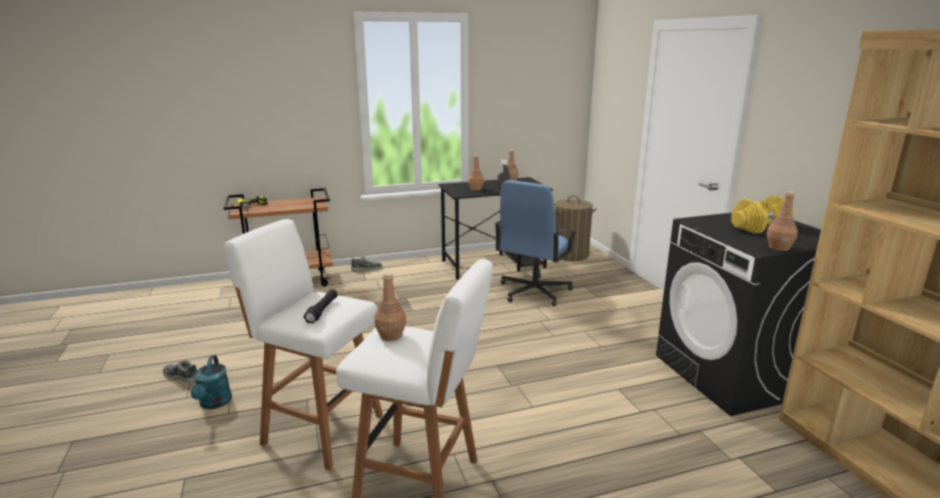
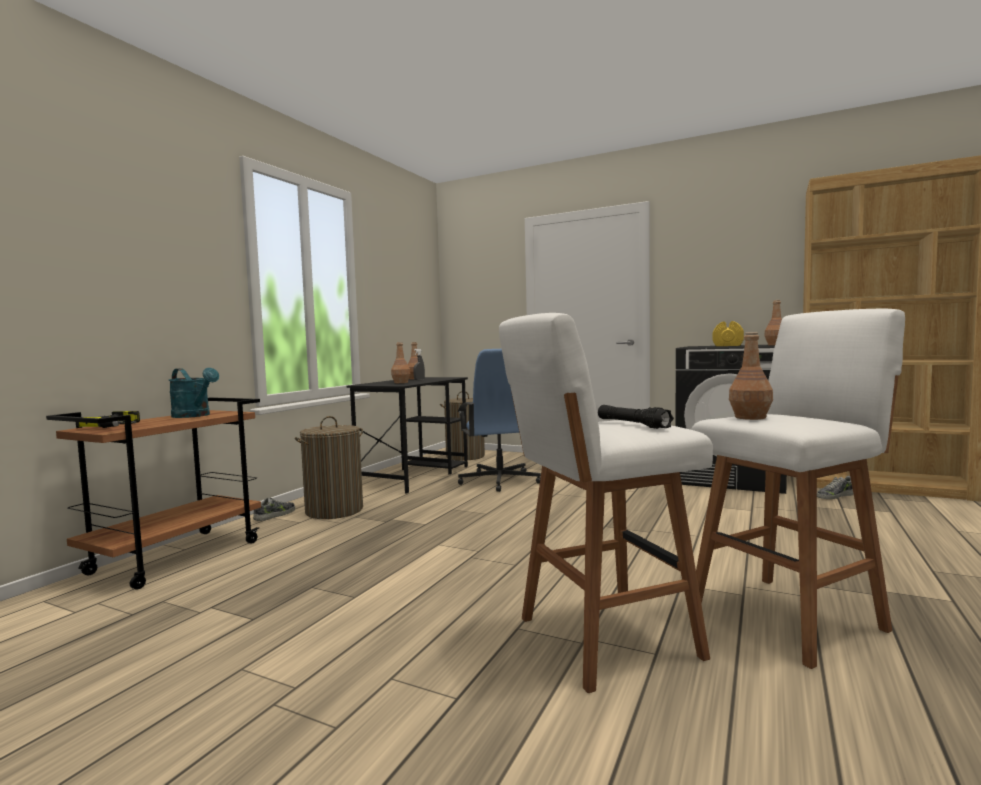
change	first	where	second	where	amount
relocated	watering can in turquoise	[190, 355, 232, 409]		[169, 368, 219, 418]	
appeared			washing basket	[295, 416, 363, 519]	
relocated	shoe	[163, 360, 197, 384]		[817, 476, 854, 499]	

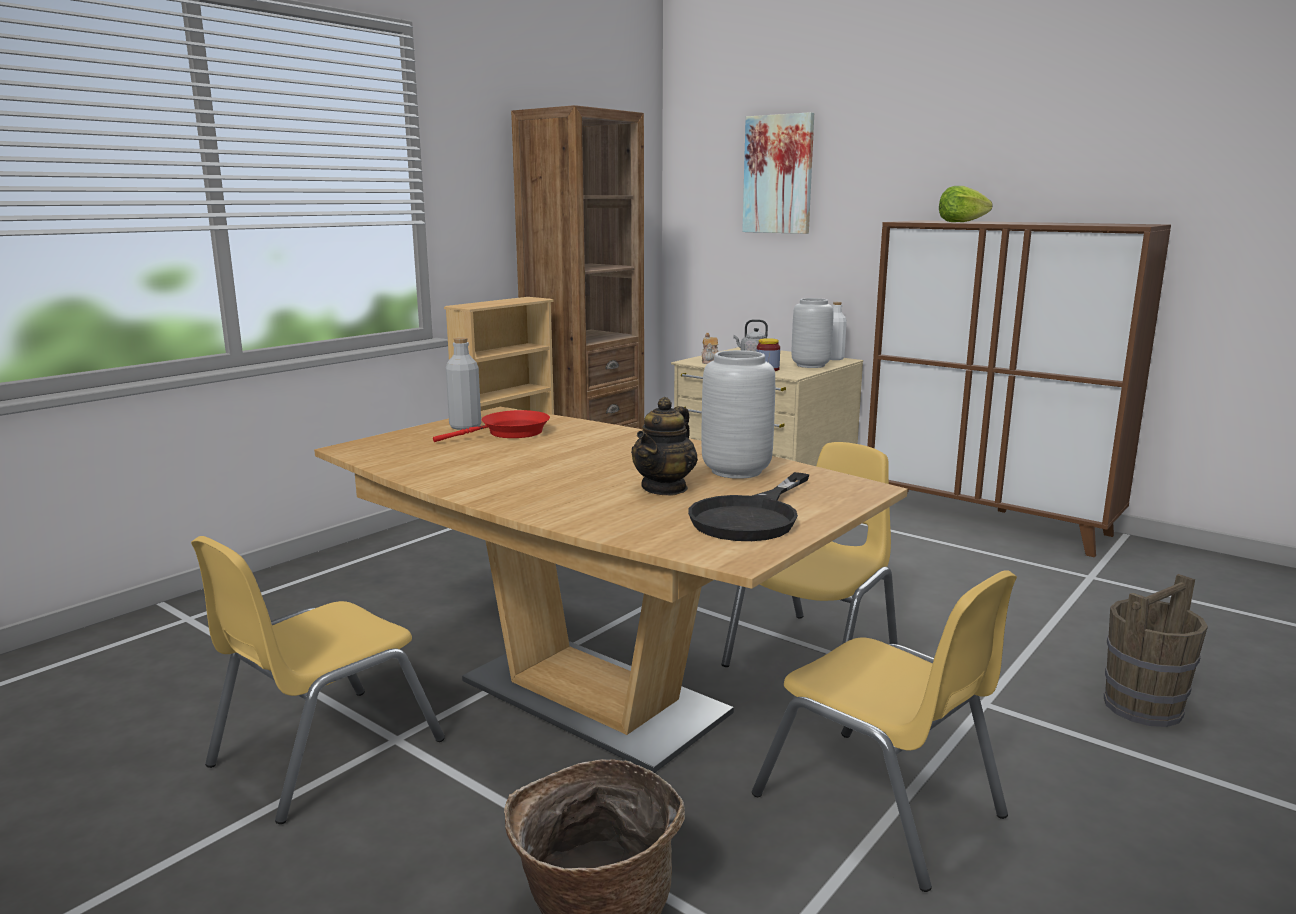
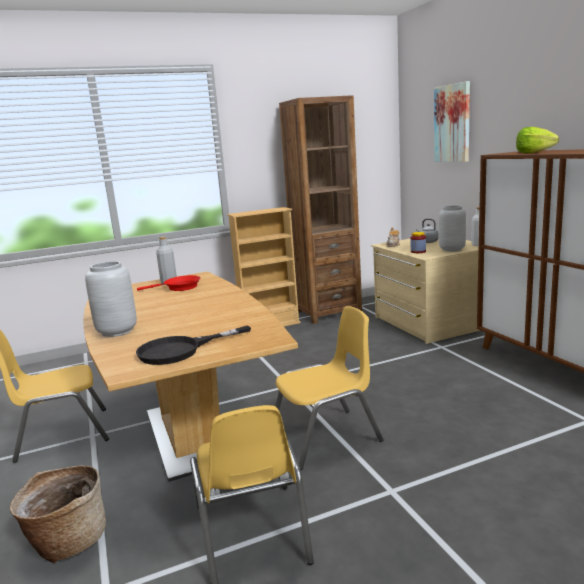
change	first	where	second	where	amount
relocated	vase in greyish	[702, 350, 775, 479]		[85, 261, 137, 337]	
missing	tea pot	[631, 397, 698, 496]			
missing	water bucket in brownish	[1104, 574, 1208, 727]			

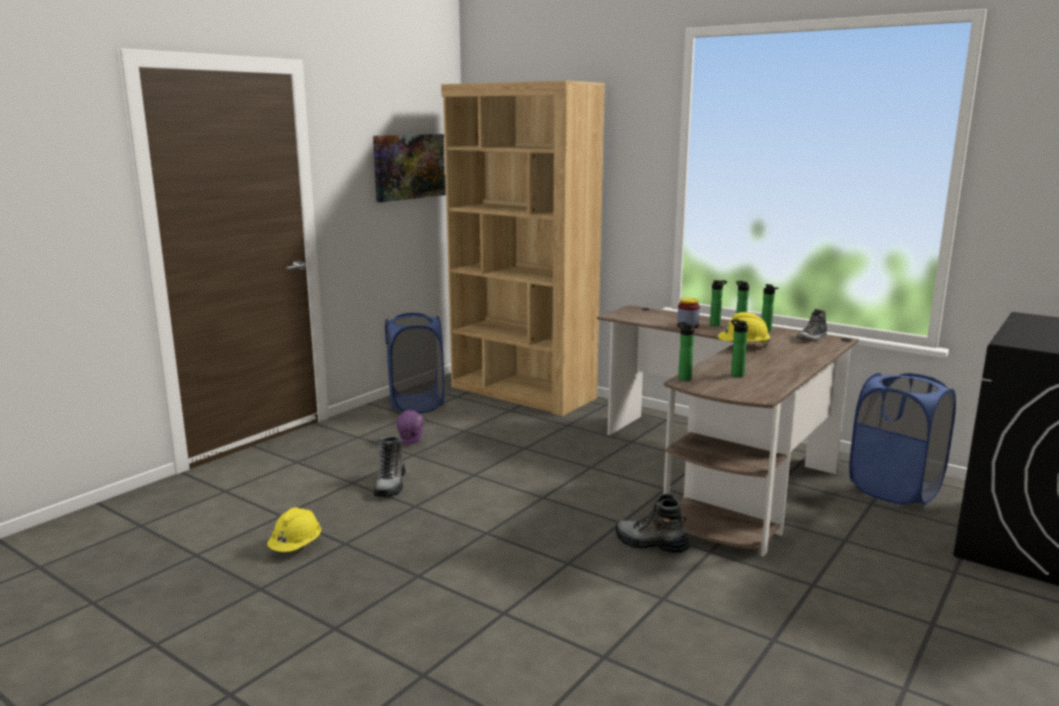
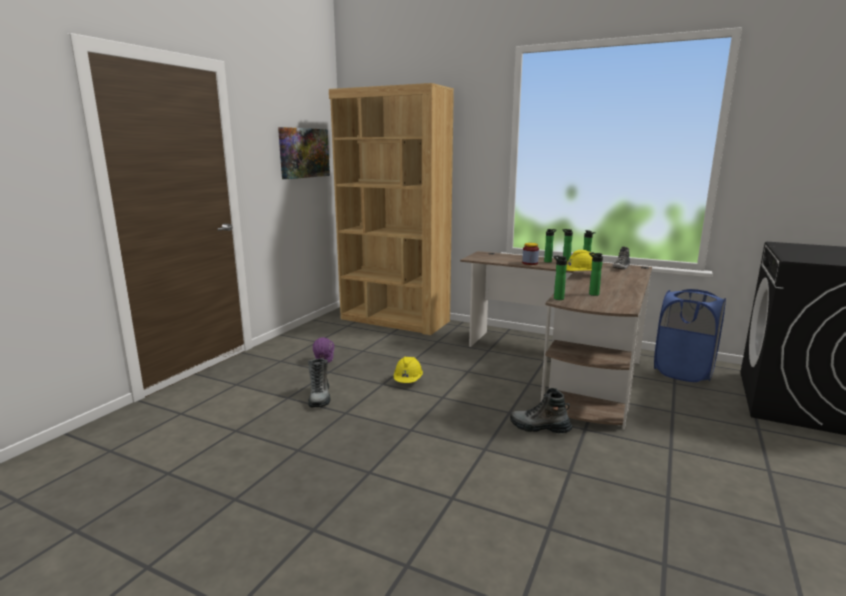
change	first	where	second	where	amount
relocated	hard hat in yellow	[267, 507, 321, 552]		[394, 356, 423, 383]	
missing	washing basket in bluish	[385, 313, 444, 413]			

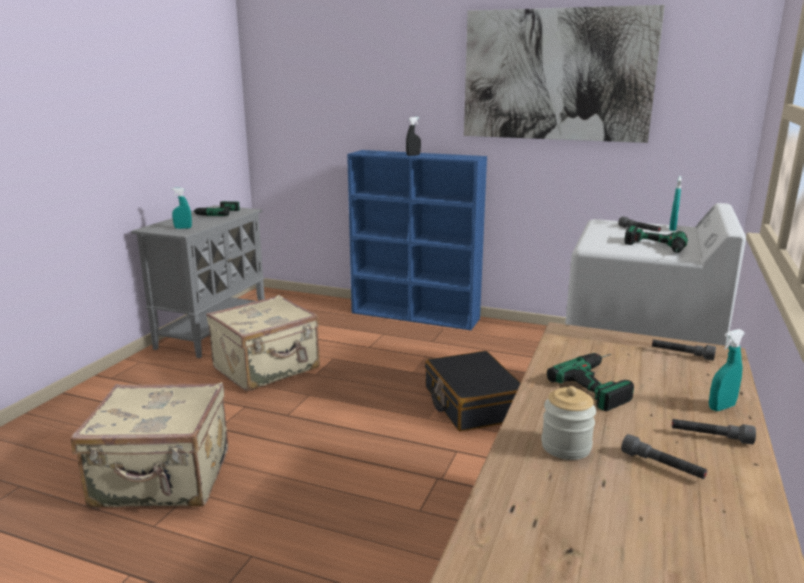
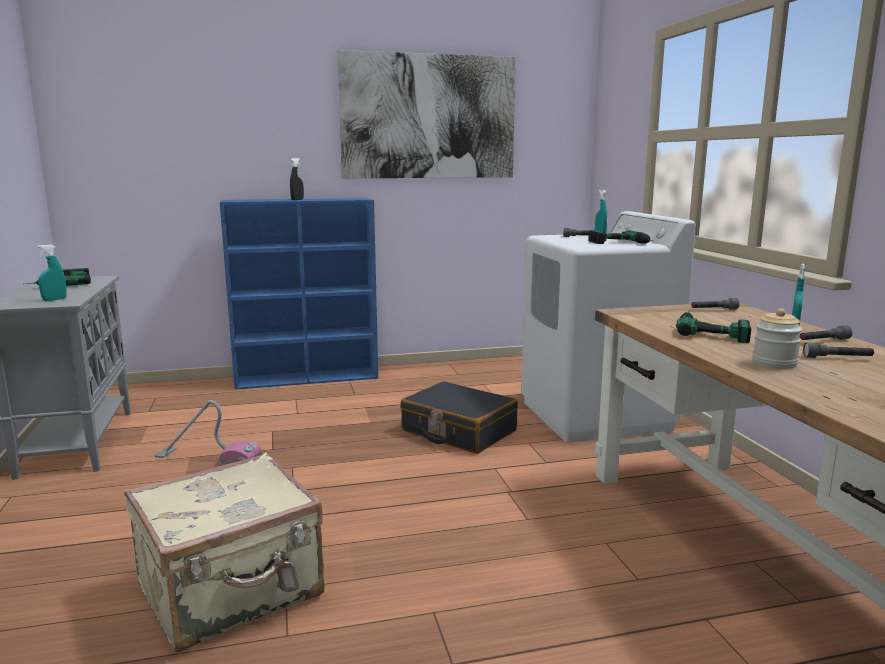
change	first	where	second	where	amount
exchanged	suitcase in beige	[206, 295, 320, 391]	vacuum cleaner	[154, 400, 262, 465]	

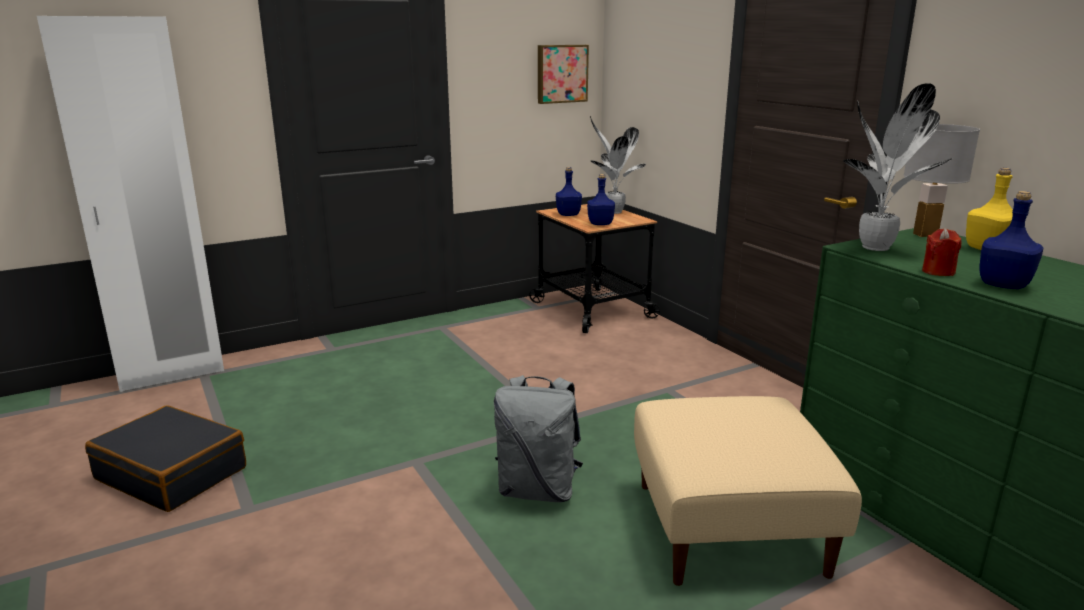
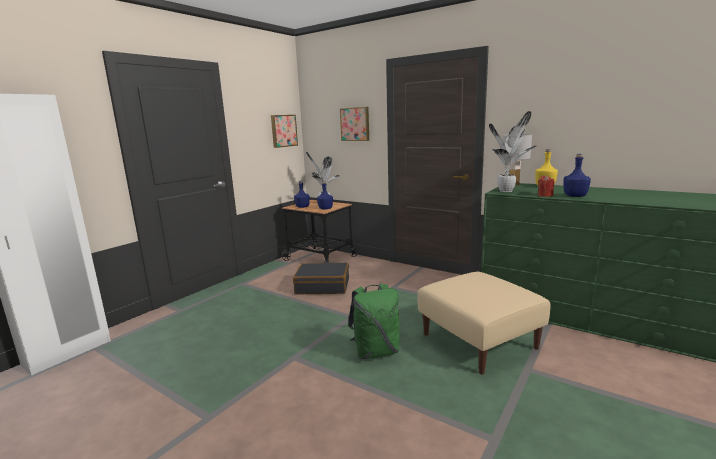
change	first	where	second	where	amount
relocated	suitcase in black	[85, 405, 246, 512]		[293, 262, 349, 294]	
appeared			wall picture	[340, 107, 369, 141]	
colour	knapsack in greyish	[494, 375, 583, 502]	knapsack in green-coloured	[348, 283, 400, 359]	

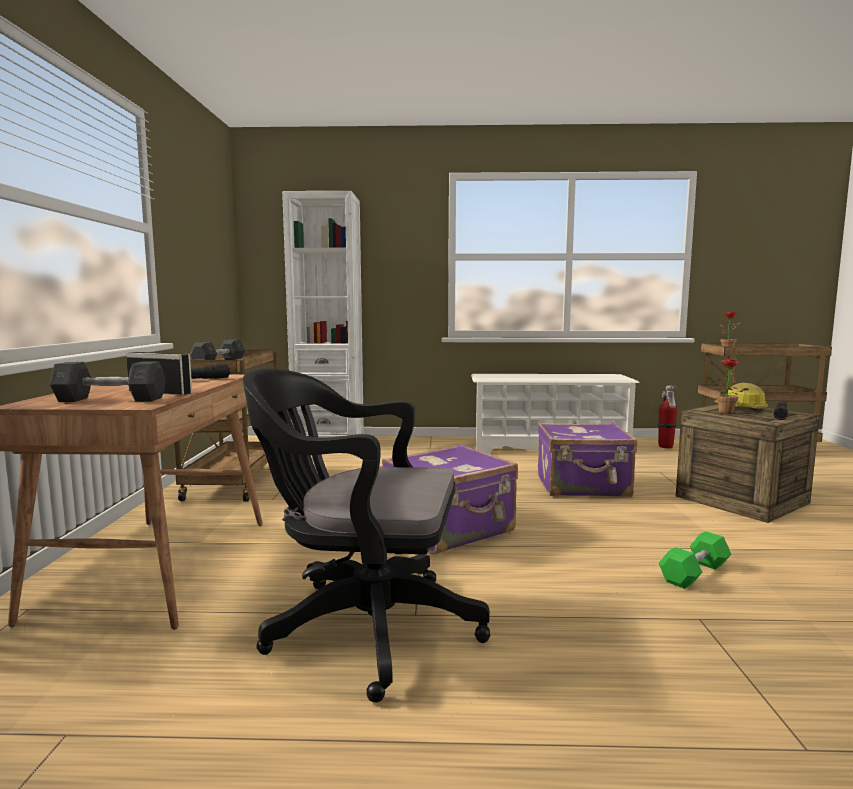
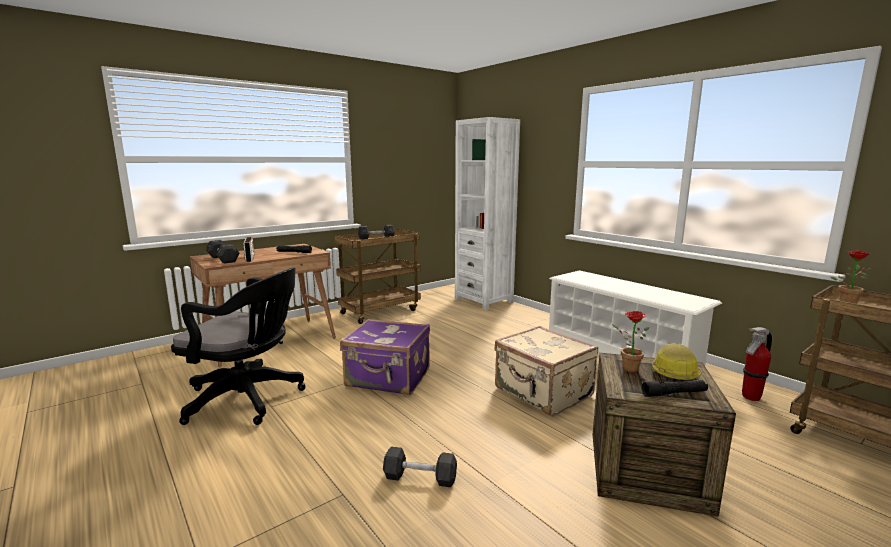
change	first	where	second	where	amount
spun	desk chair in black	[243, 369, 490, 703]		[171, 267, 306, 425]	135 degrees clockwise
colour	free weight in green-coloured	[659, 531, 731, 589]	free weight in greyish	[383, 447, 457, 487]	
colour	suitcase in purplish	[538, 422, 637, 497]	suitcase in beige	[494, 326, 598, 416]	

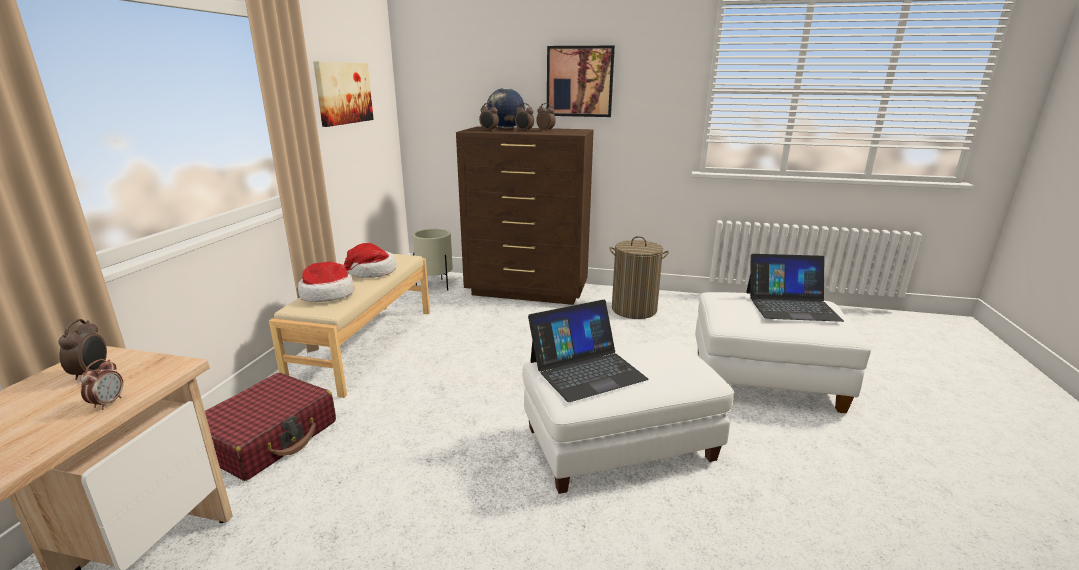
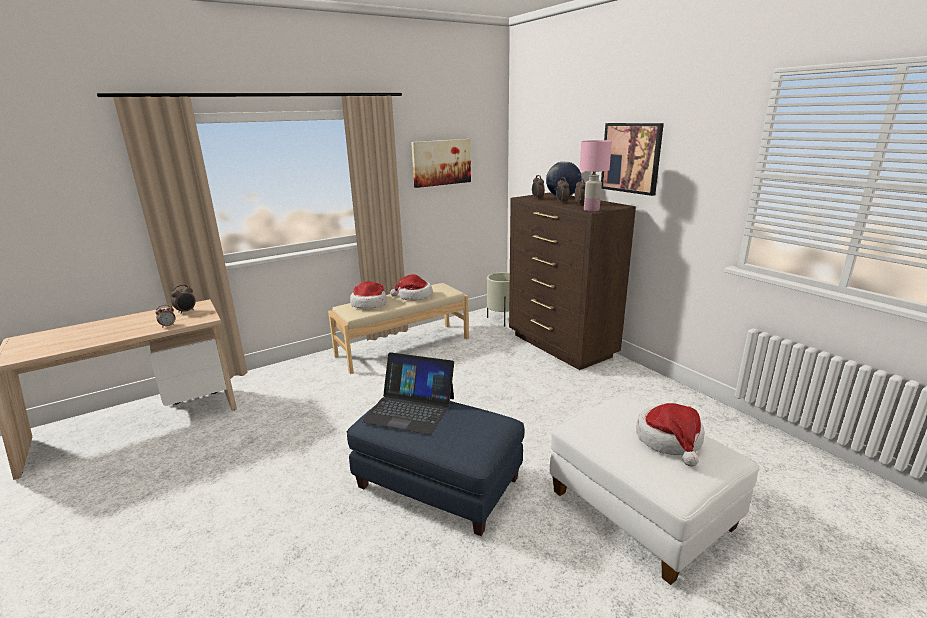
change	first	where	second	where	amount
colour	ottoman in white-coloured	[522, 340, 734, 494]	ottoman in bluish	[347, 397, 525, 536]	
appeared			lamp for a table in pinkish	[580, 140, 612, 211]	
exchanged	portable computer	[746, 254, 844, 322]	wearable hat	[636, 403, 705, 467]	
missing	suitcase in red-coloured	[205, 373, 336, 481]			
missing	washing basket	[609, 236, 669, 319]			

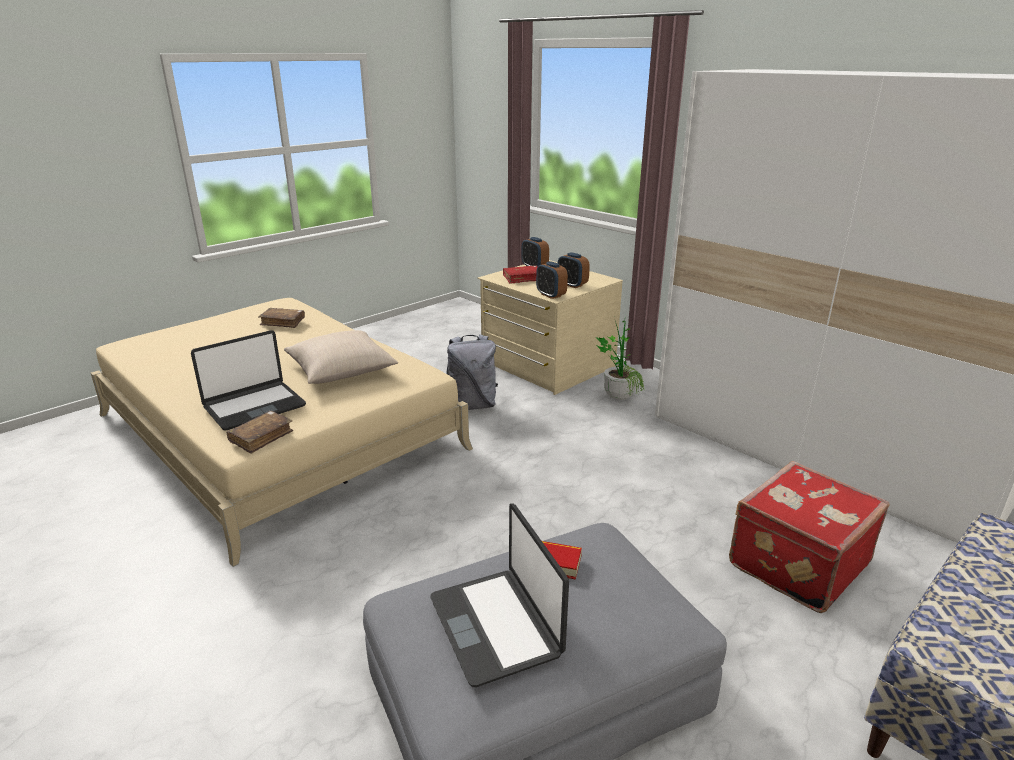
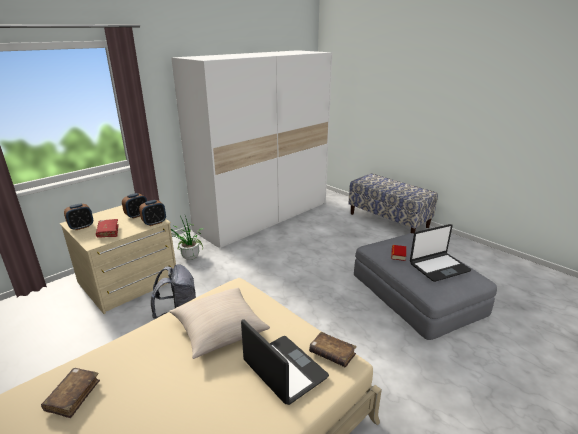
change	first	where	second	where	amount
missing	suitcase in red-coloured	[729, 461, 889, 613]			

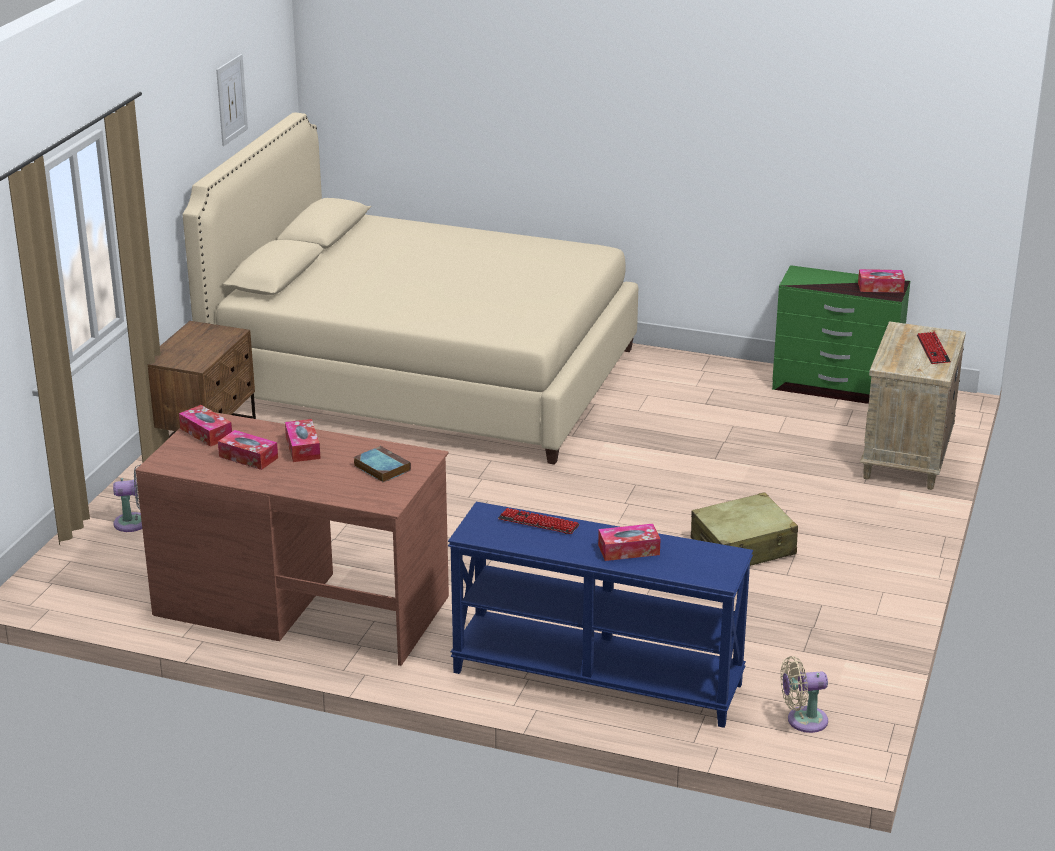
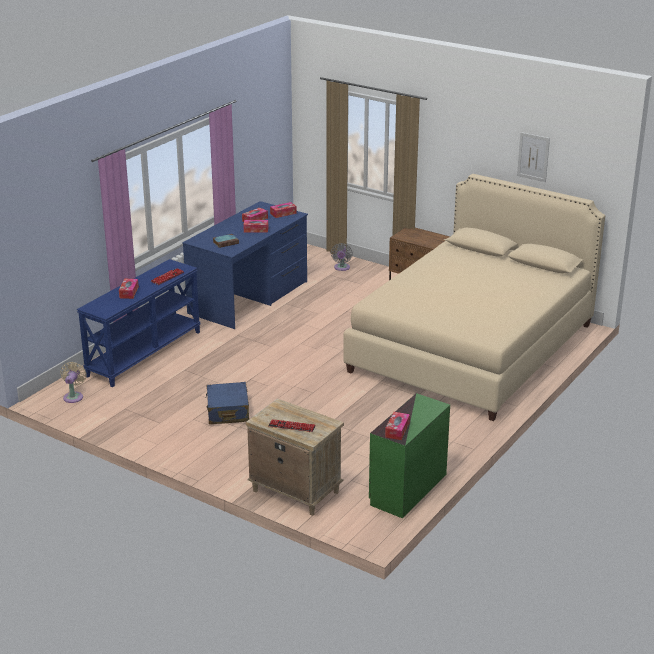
change	first	where	second	where	amount
colour	desk unit in brownish	[135, 412, 449, 666]	desk unit in bluish	[182, 201, 308, 329]	
colour	suitcase in beige	[691, 492, 798, 566]	suitcase in bluish	[205, 382, 249, 424]	

